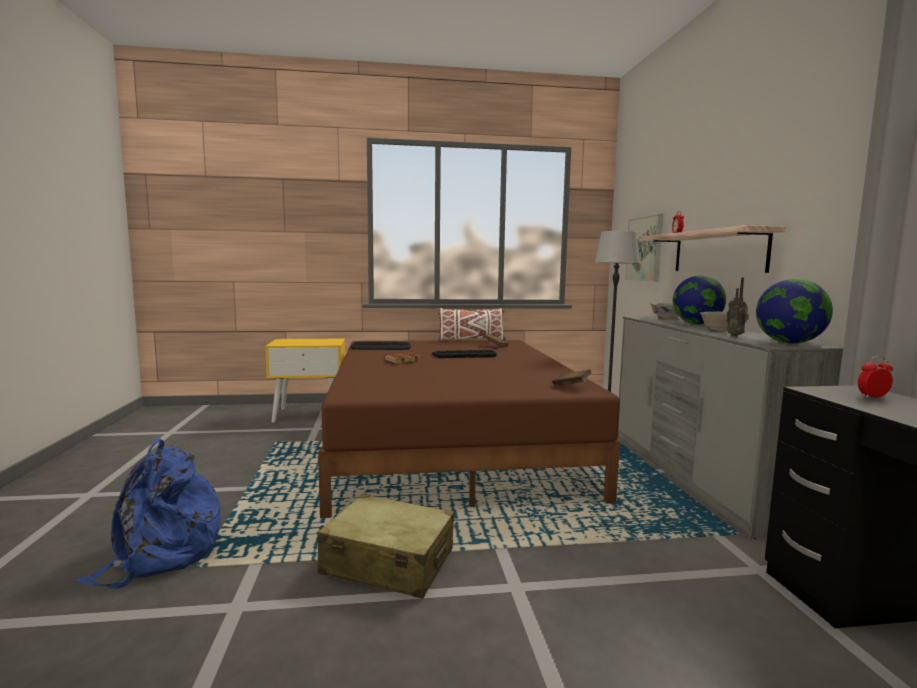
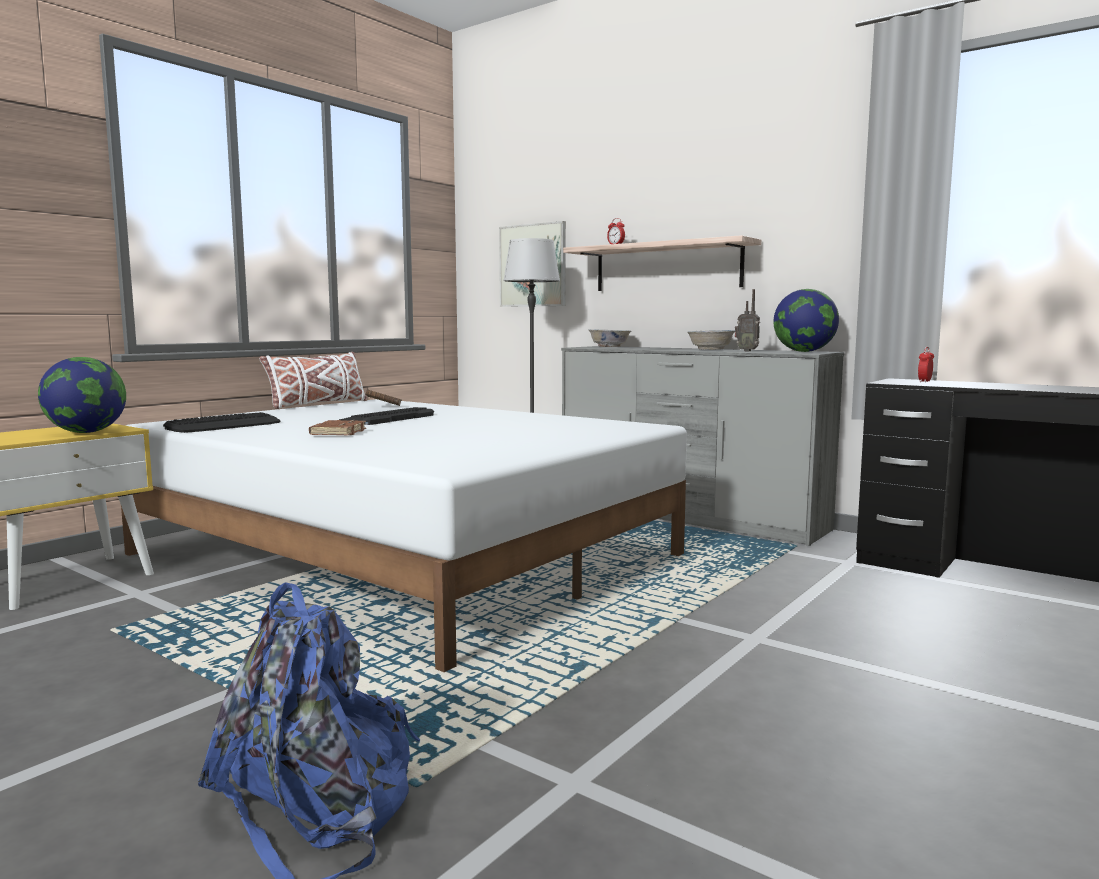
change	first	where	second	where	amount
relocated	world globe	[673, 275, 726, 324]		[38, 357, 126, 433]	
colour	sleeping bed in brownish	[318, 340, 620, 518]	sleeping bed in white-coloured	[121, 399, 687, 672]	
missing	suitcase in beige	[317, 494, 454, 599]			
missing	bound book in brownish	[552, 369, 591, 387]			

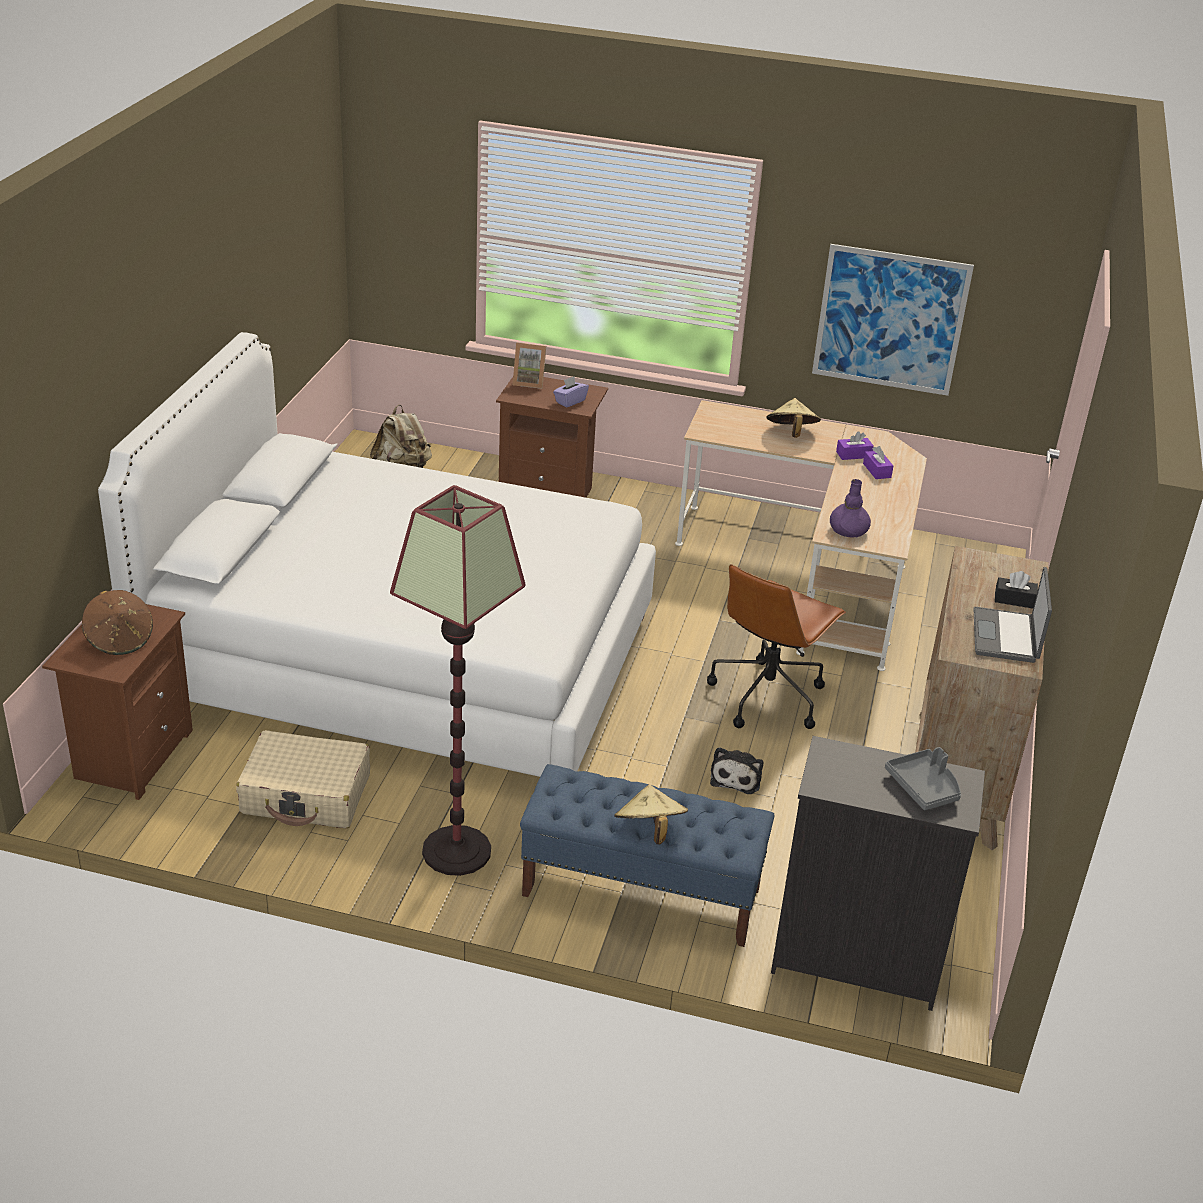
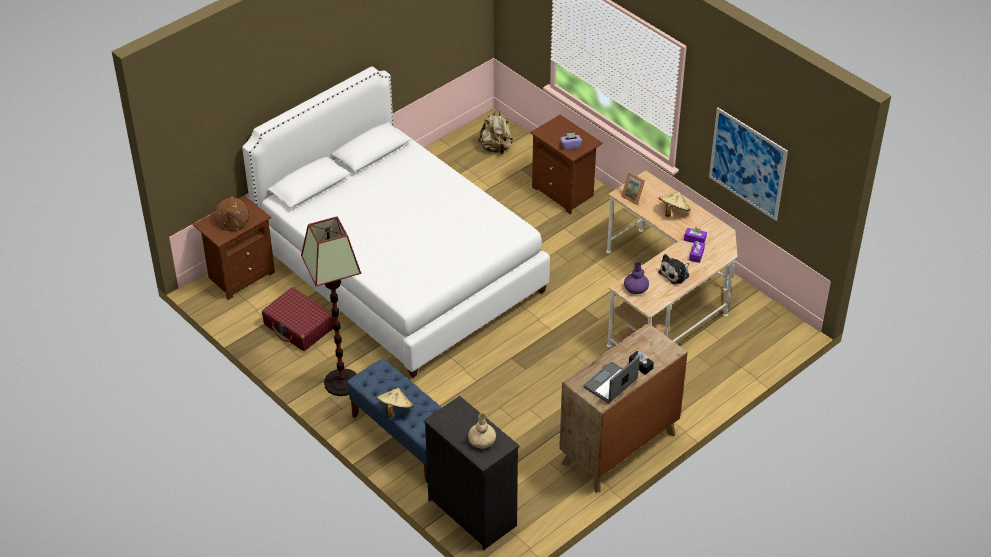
change	first	where	second	where	amount
colour	suitcase in beige	[236, 730, 370, 828]	suitcase in red-coloured	[262, 287, 334, 351]	
exchanged	serving tray in greyish	[885, 747, 961, 810]	vase in beige	[468, 413, 496, 449]	
relocated	standing frame	[513, 343, 546, 389]		[621, 172, 645, 205]	
relocated	soft toy	[710, 747, 763, 794]		[658, 254, 689, 285]	
missing	desk chair in brownish	[707, 564, 846, 729]			

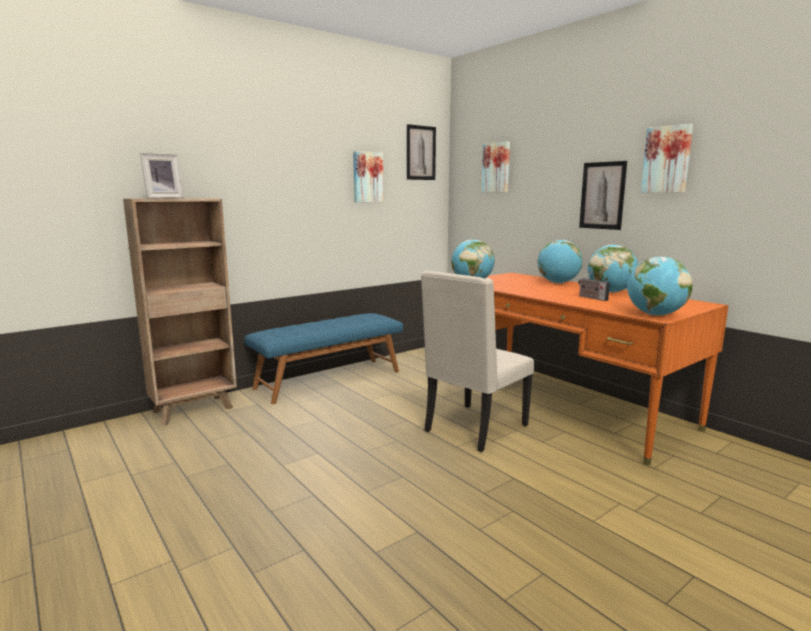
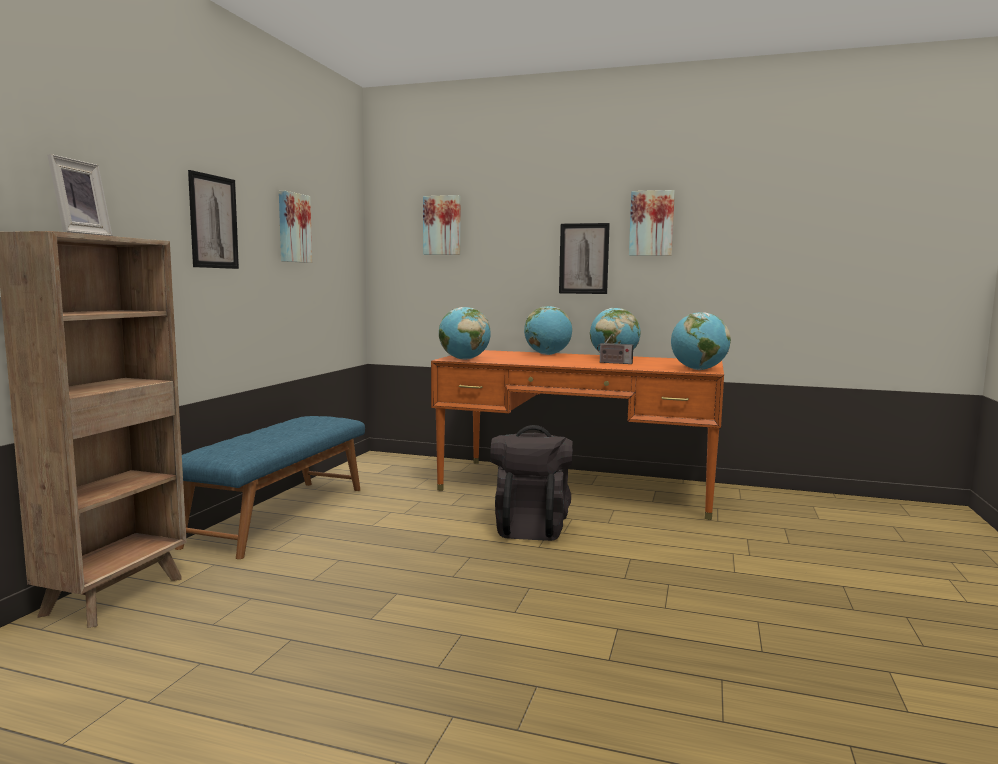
change	first	where	second	where	amount
relocated	wall picture	[407, 124, 436, 180]		[188, 170, 239, 269]	
exchanged	upright chair in beige	[421, 271, 534, 452]	knapsack in black	[491, 425, 573, 541]	

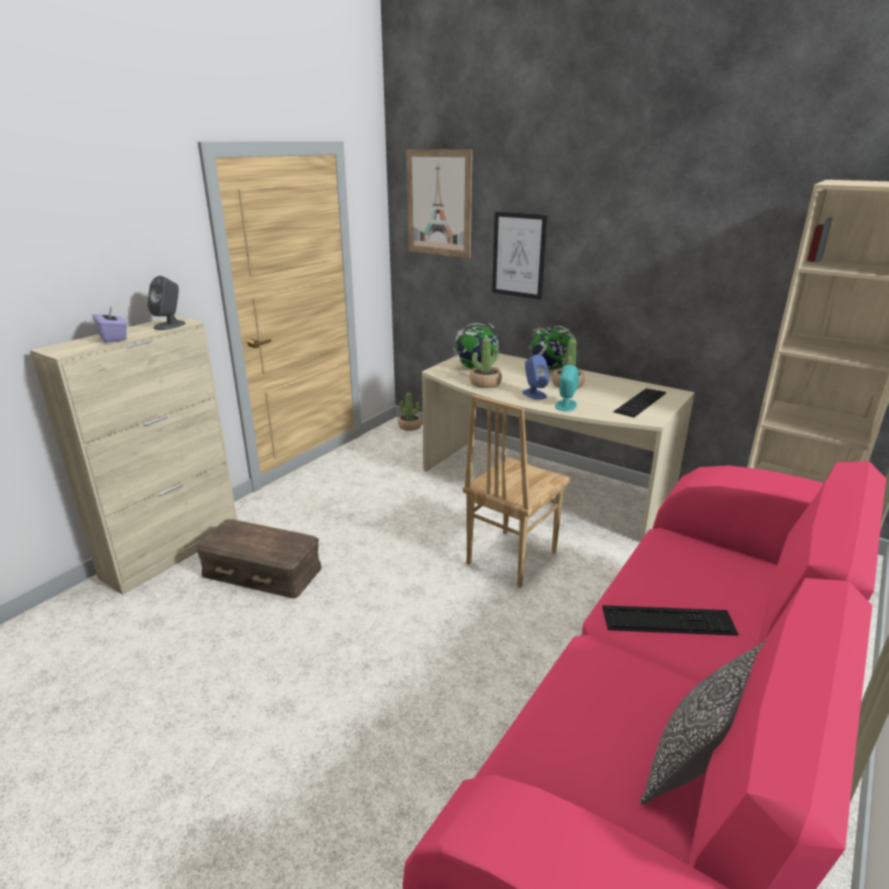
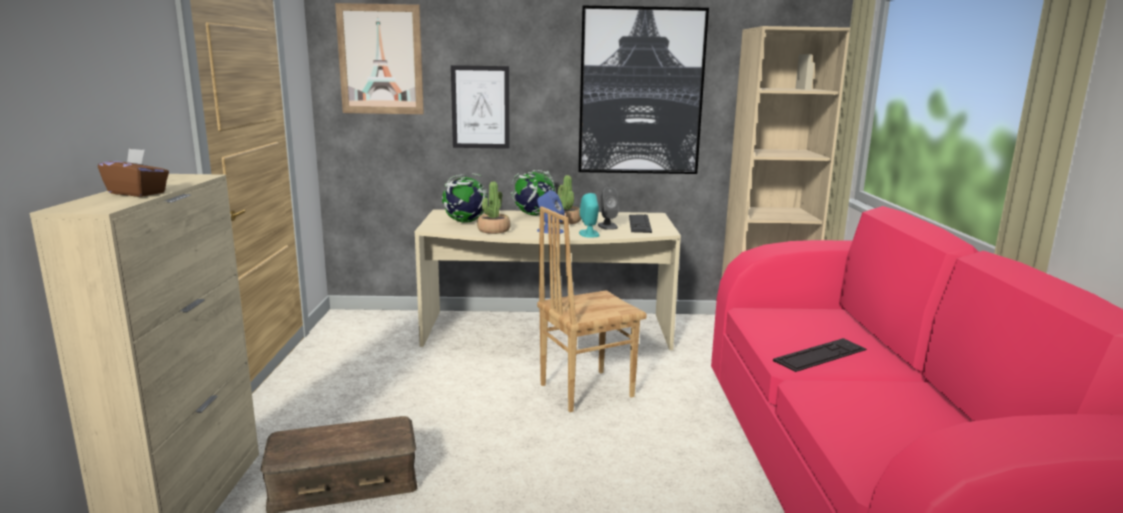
change	first	where	second	where	amount
colour	tissue box in purplish	[92, 306, 127, 343]	tissue box in brownish	[98, 148, 169, 197]	
spun	upright chair in brownish	[463, 395, 570, 587]		[537, 207, 647, 412]	60 degrees clockwise
appeared			wall picture	[578, 6, 709, 174]	
relocated	loudspeaker in greyish	[147, 276, 186, 330]		[598, 187, 619, 230]	
missing	houseplant	[398, 393, 422, 431]			
missing	pillow	[640, 639, 767, 805]			

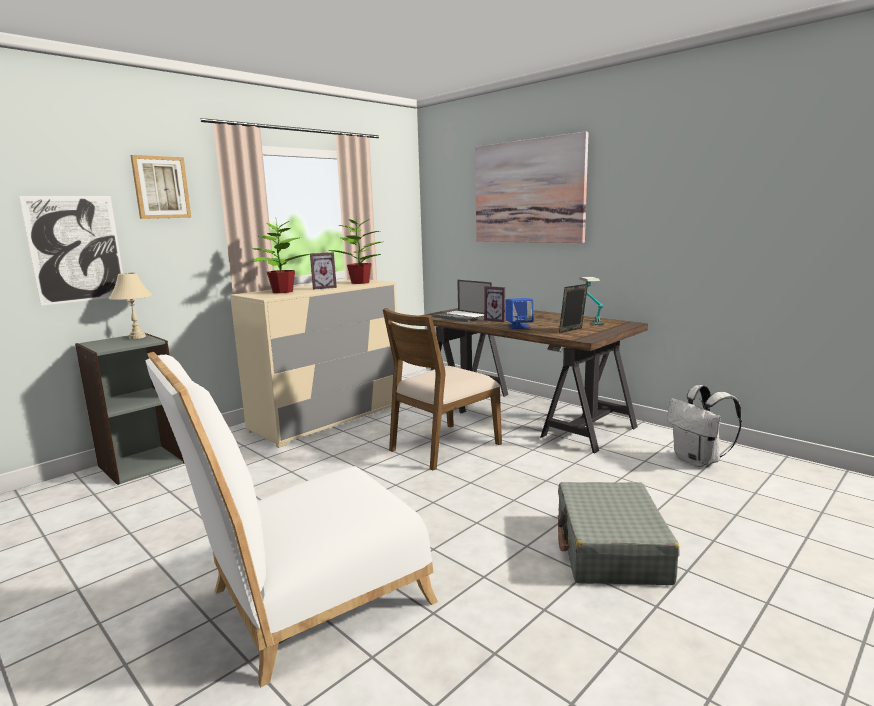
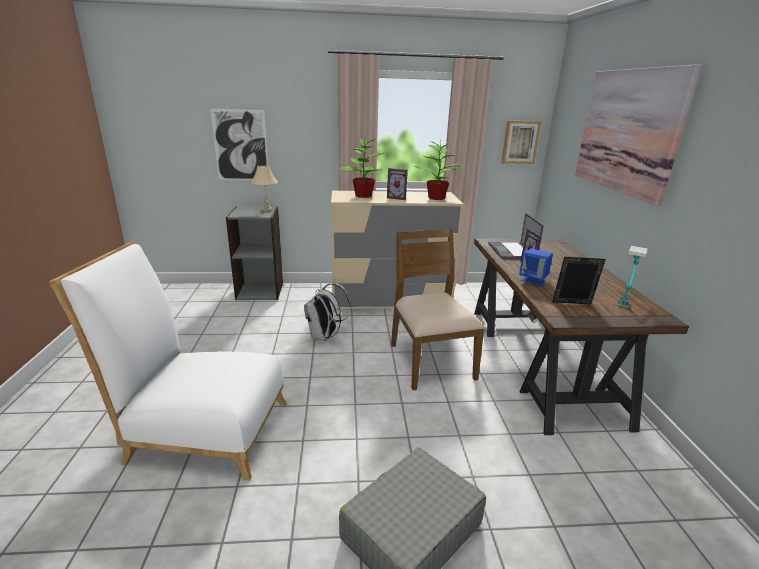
change	first	where	second	where	amount
relocated	knapsack in white-coloured	[667, 385, 742, 467]		[304, 283, 351, 341]	
spun	upright chair in brownish	[383, 308, 502, 470]		[391, 229, 485, 390]	75 degrees clockwise
relocated	wall picture	[130, 155, 191, 219]		[502, 120, 541, 164]	

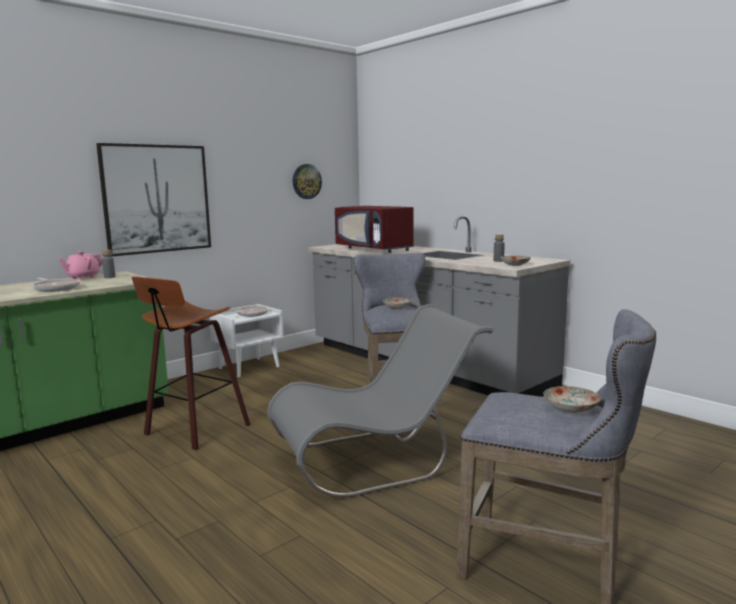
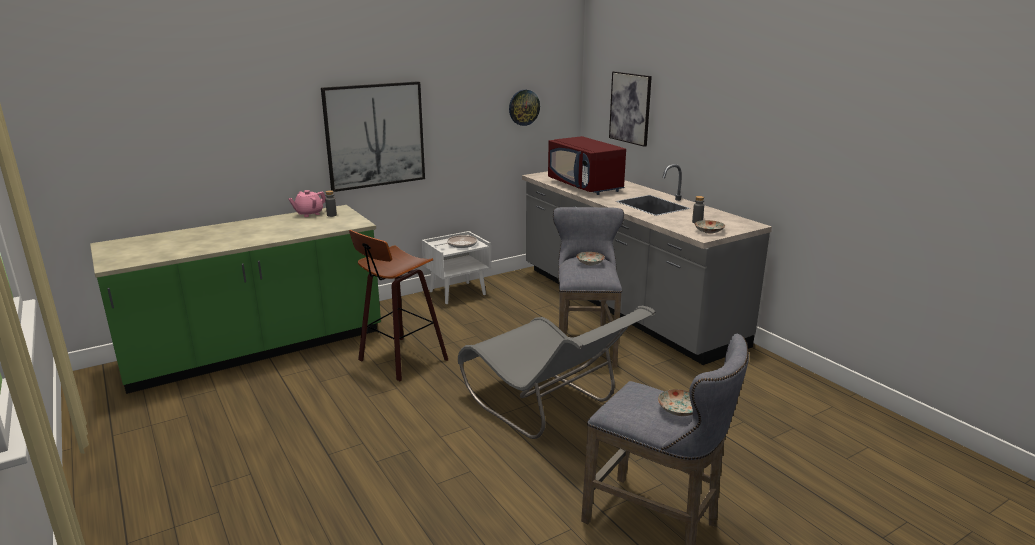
change	first	where	second	where	amount
spun	upright chair in greyish	[267, 304, 494, 497]		[458, 305, 656, 439]	60 degrees clockwise
appeared			wall picture	[609, 71, 652, 147]	
missing	skillet	[32, 278, 80, 292]			

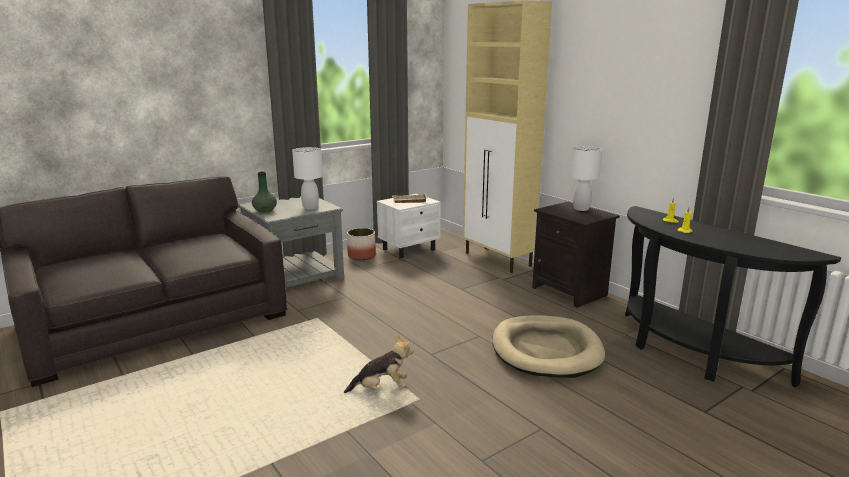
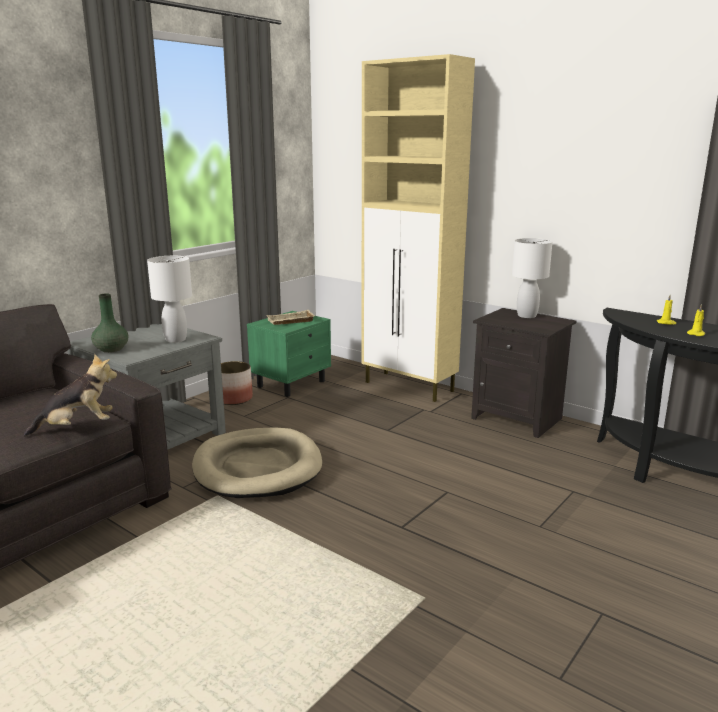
change	first	where	second	where	amount
relocated	soft toy	[344, 335, 413, 393]		[24, 354, 117, 437]	
relocated	dog cushion in beige	[492, 315, 605, 378]		[192, 428, 322, 498]	
colour	bedside table in white-coloured	[377, 194, 441, 258]	bedside table in green-coloured	[247, 311, 331, 397]	

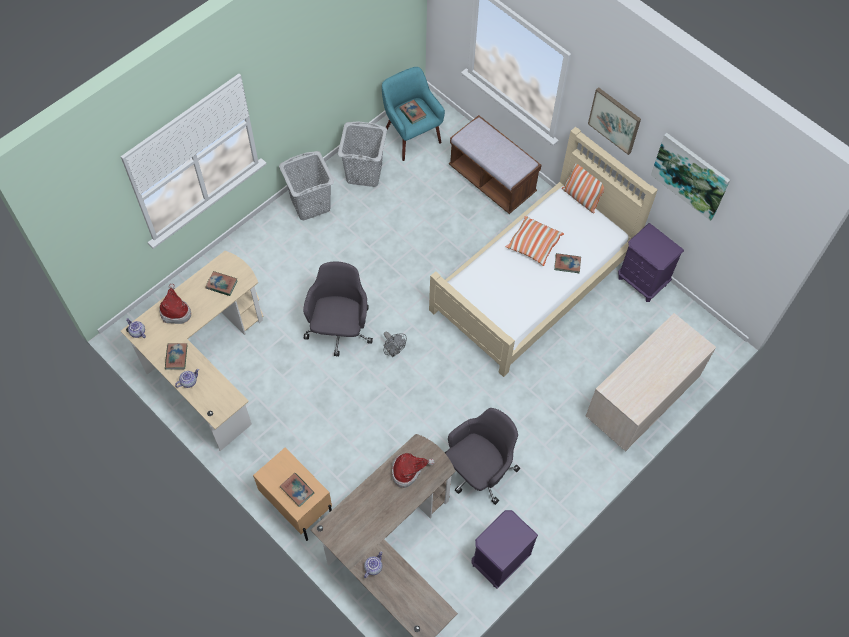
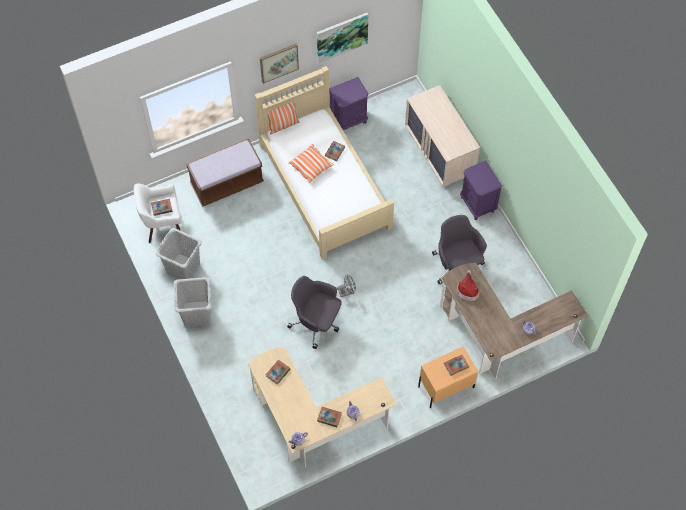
change	first	where	second	where	amount
colour	easy chair in turquoise	[382, 67, 445, 161]	easy chair in white-coloured	[134, 183, 181, 243]	
relocated	bedside table in purplish	[472, 510, 538, 589]		[460, 160, 502, 220]	
missing	wearable hat	[159, 284, 191, 324]			

